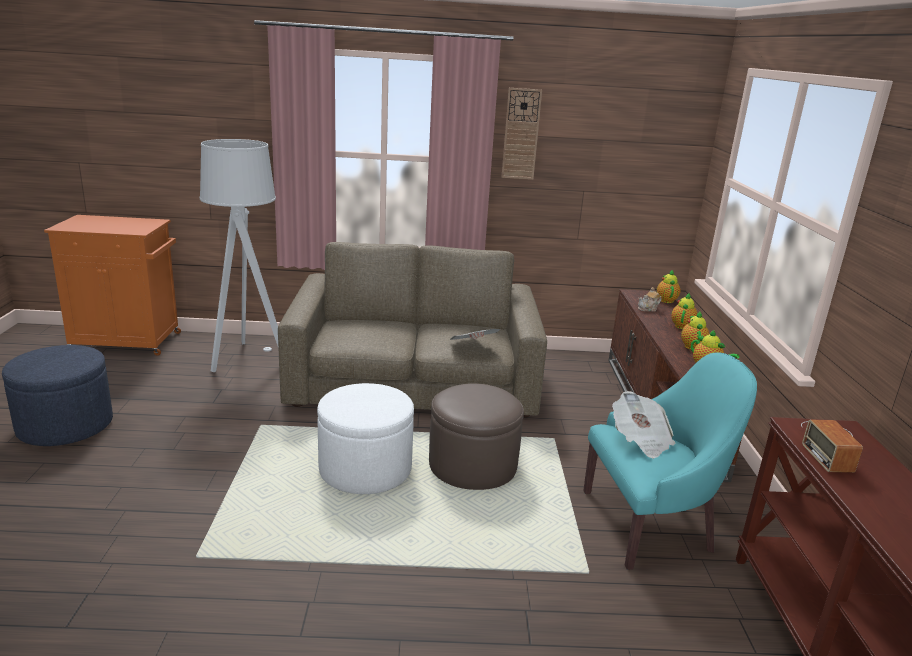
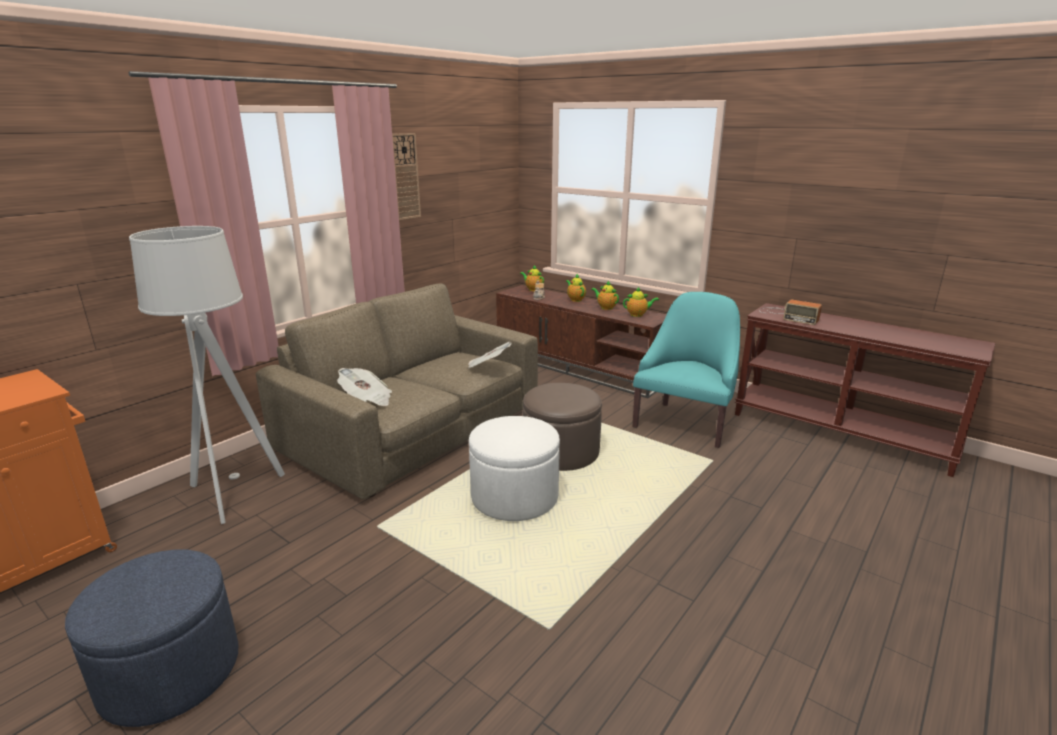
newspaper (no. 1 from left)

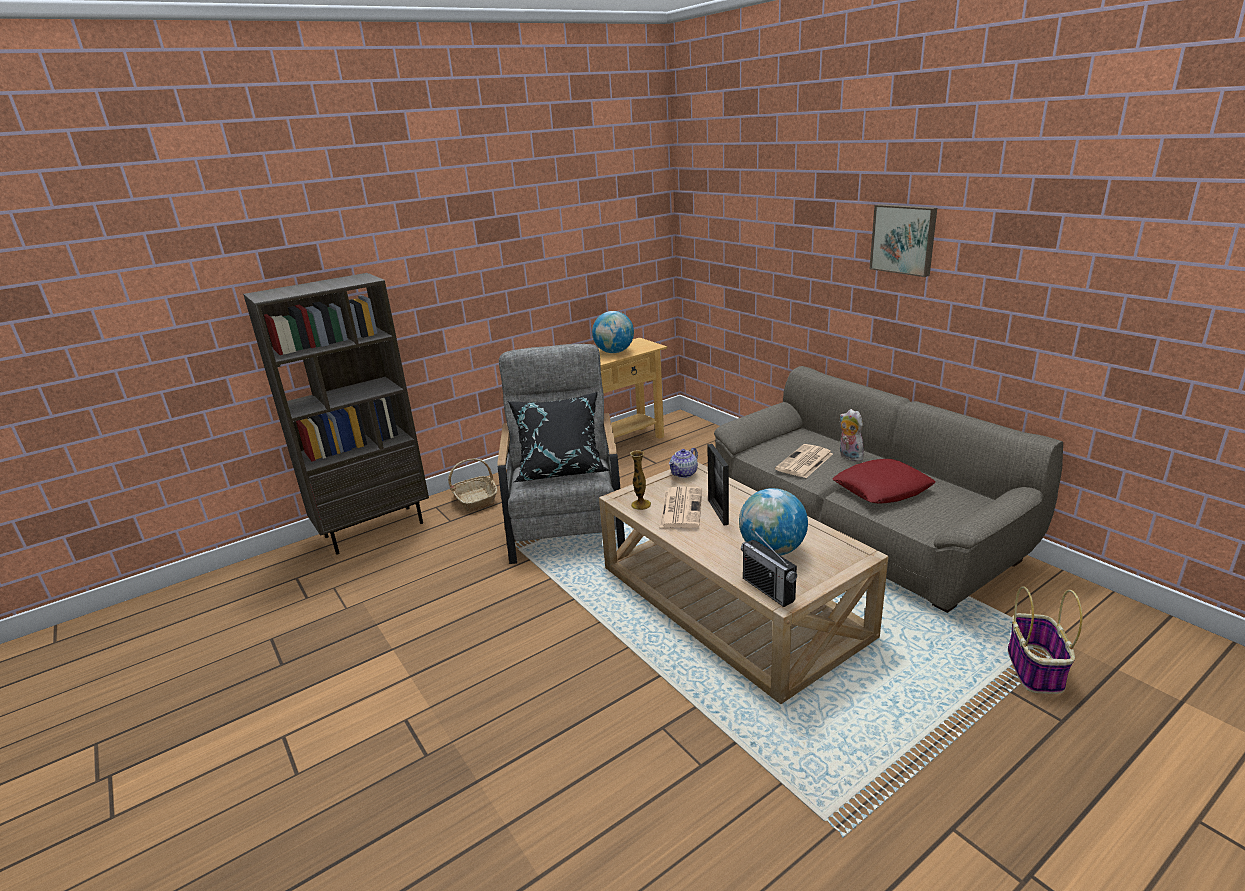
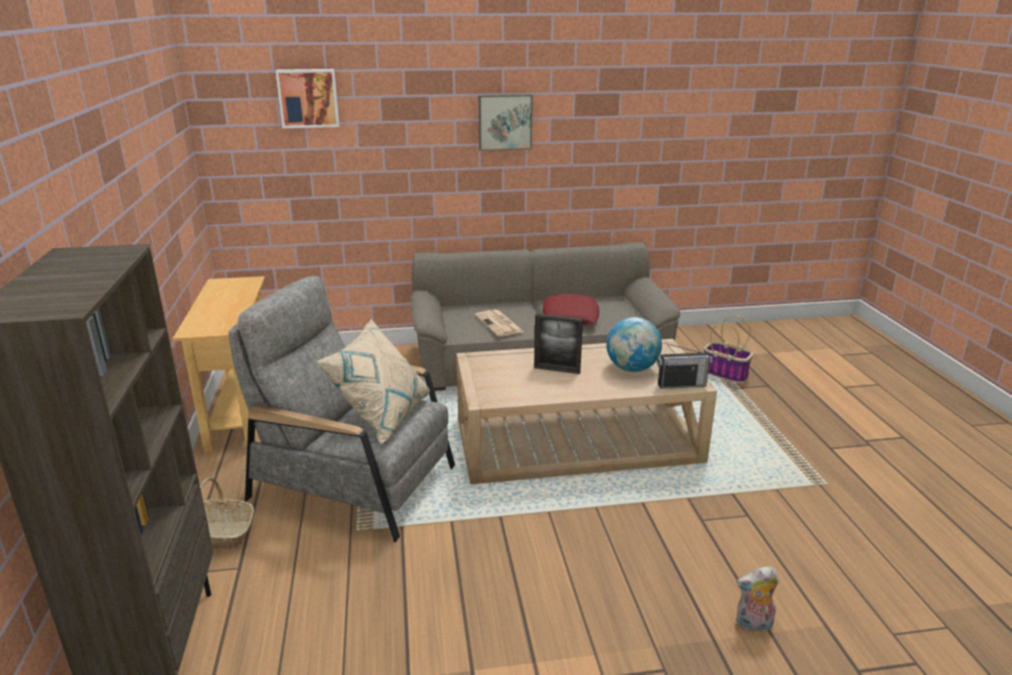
globe (no. 1 from left in the first image)
beige pillow
plush toy
teapot
vase
newspaper (no. 1 from left in the first image)
picture (no. 1 from left)

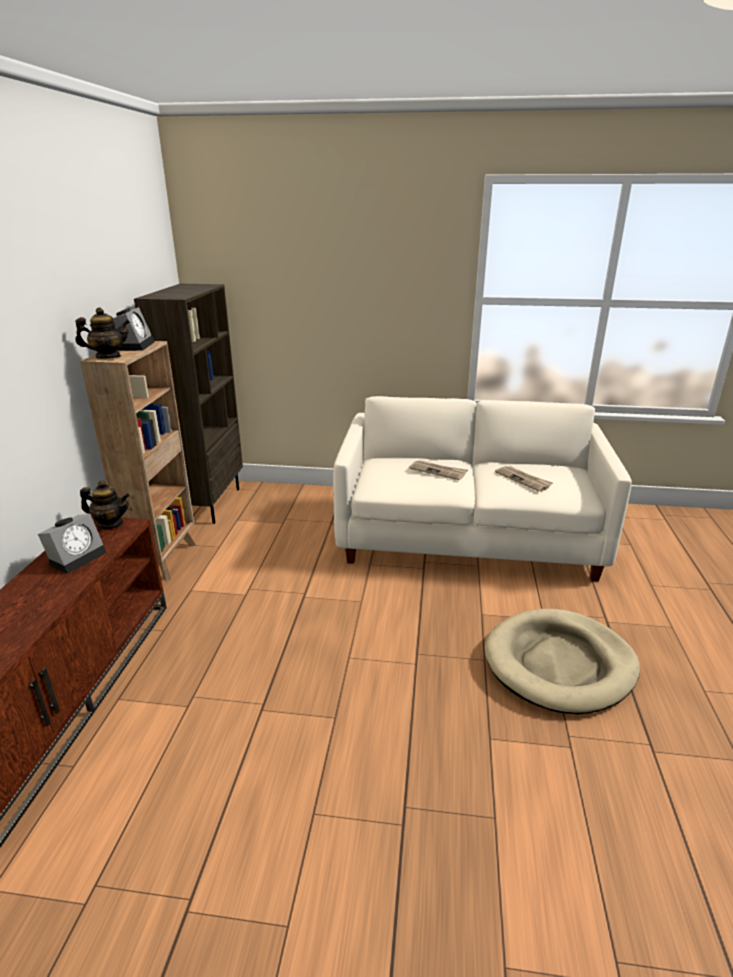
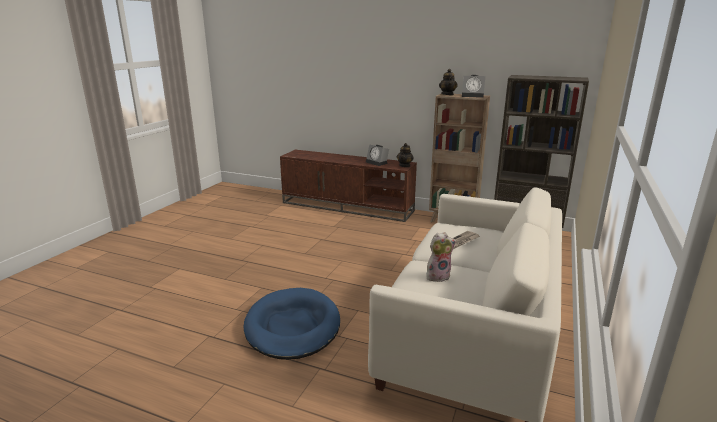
plush toy
blue dog bed

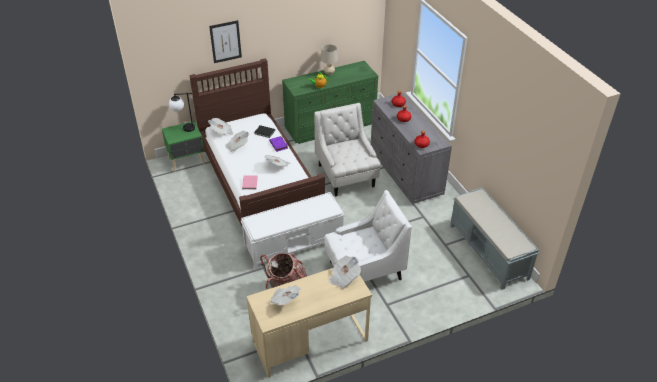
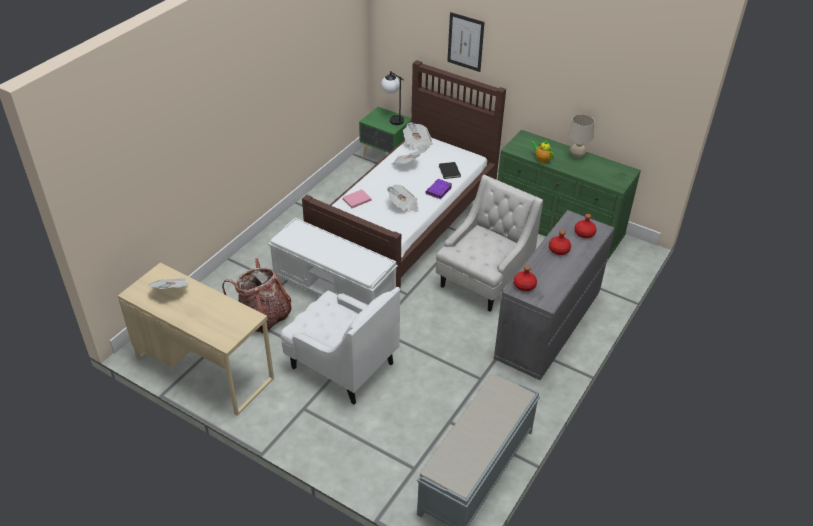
newspaper (no. 5 from left in the first image)

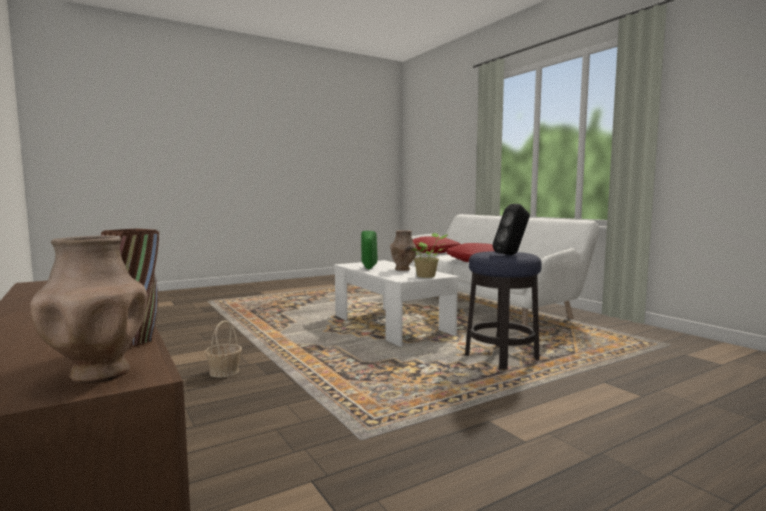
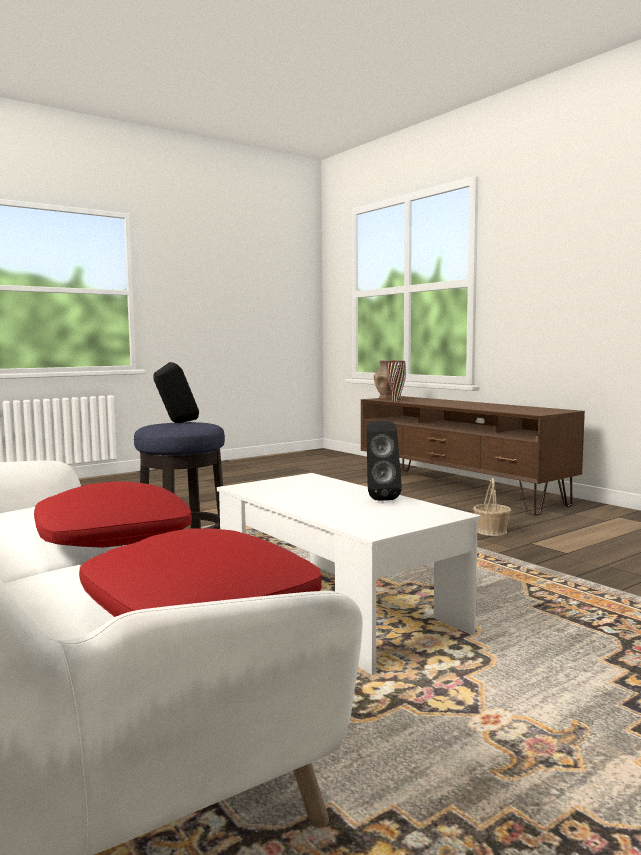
brown vase (no. 3 from left in the first image)
black speaker (no. 2 from left)
potted plant

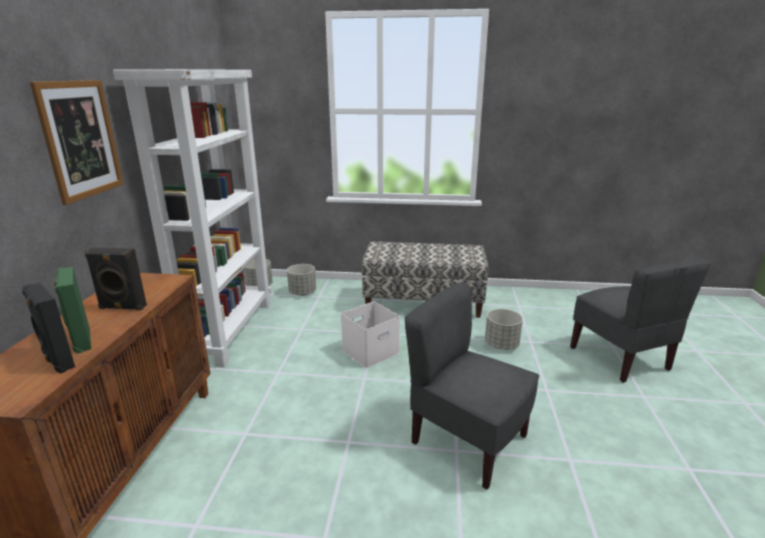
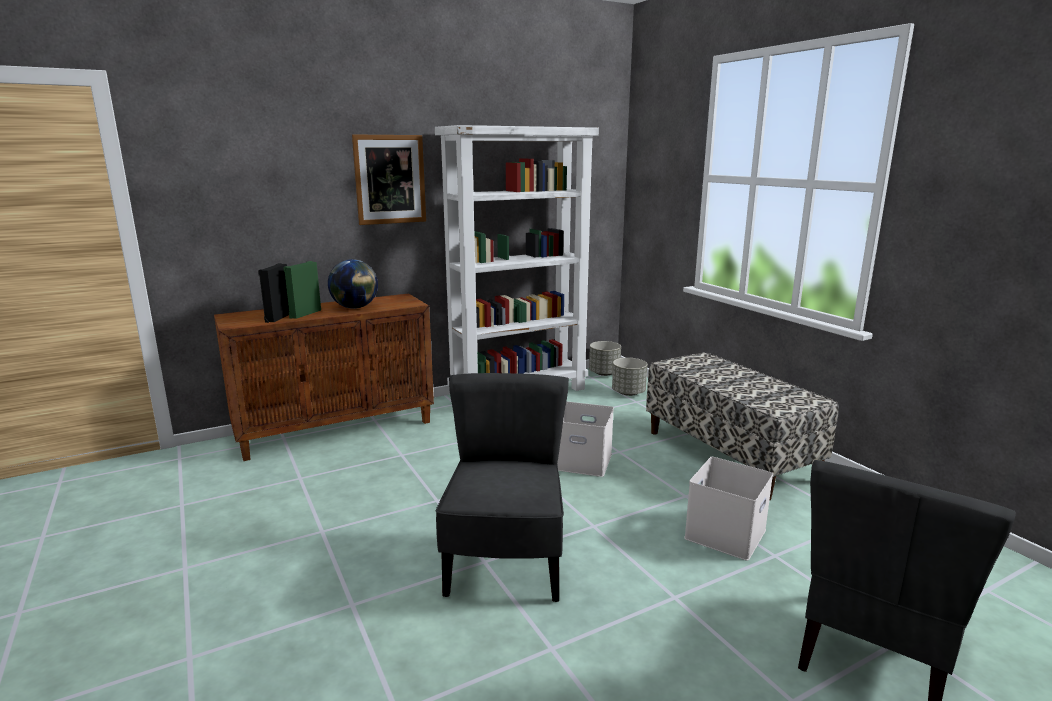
globe
white storage box (no. 2 from left)

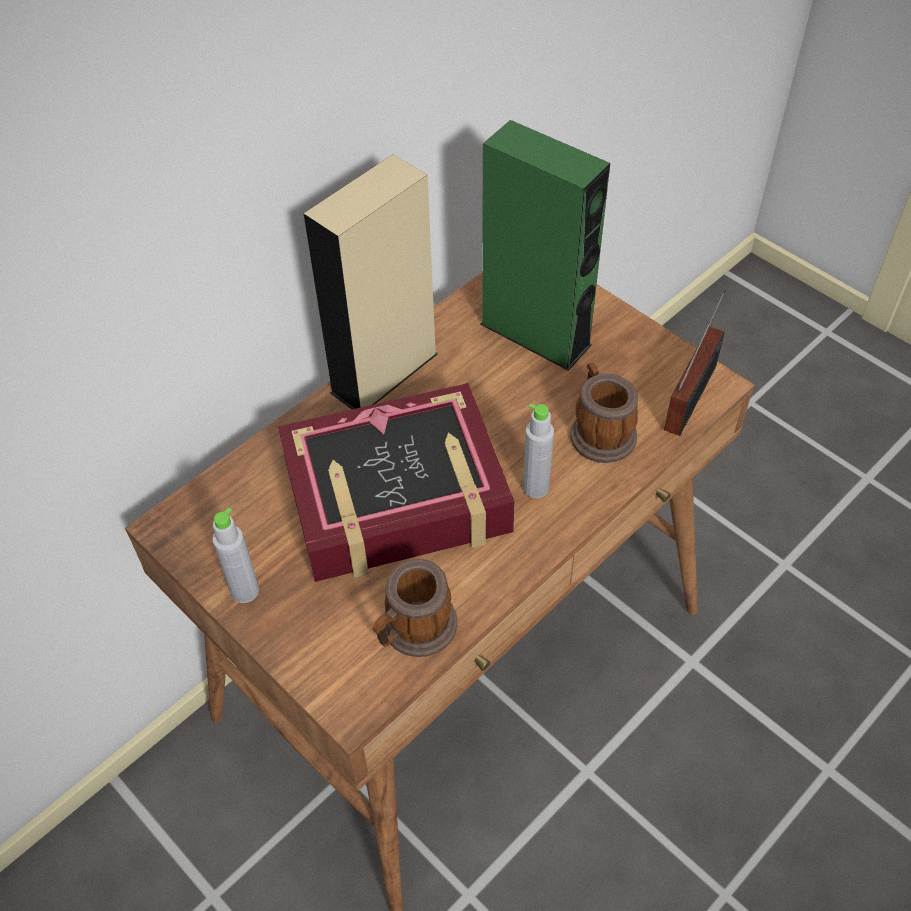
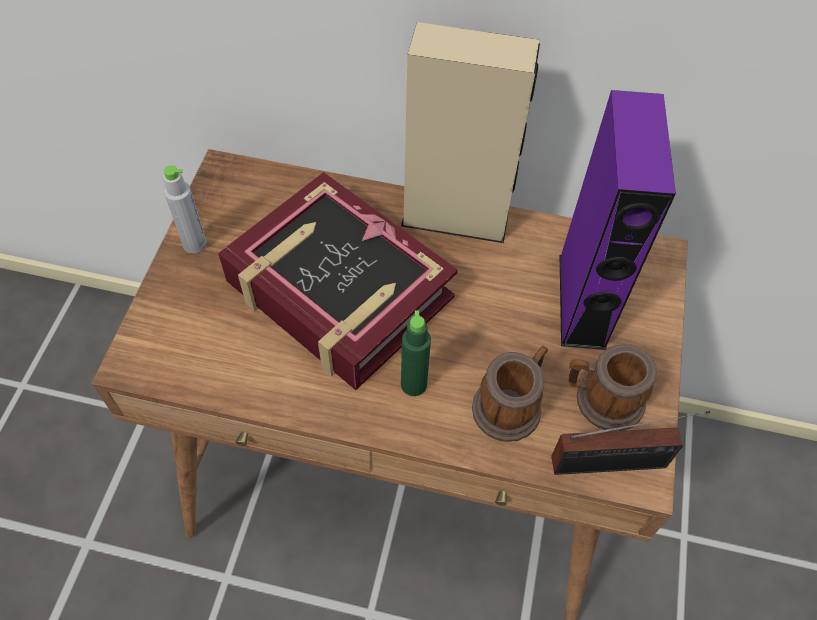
purple speaker
green bottle
mug (no. 2 from left)

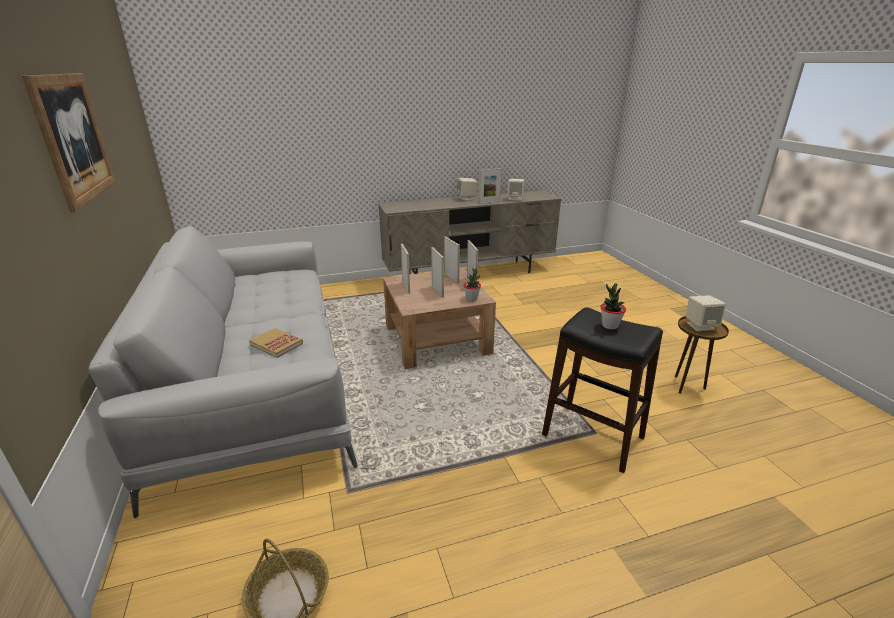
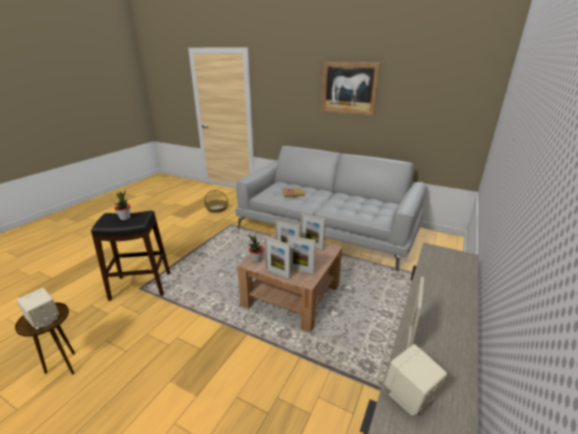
beige speaker (no. 1 from left in the first image)

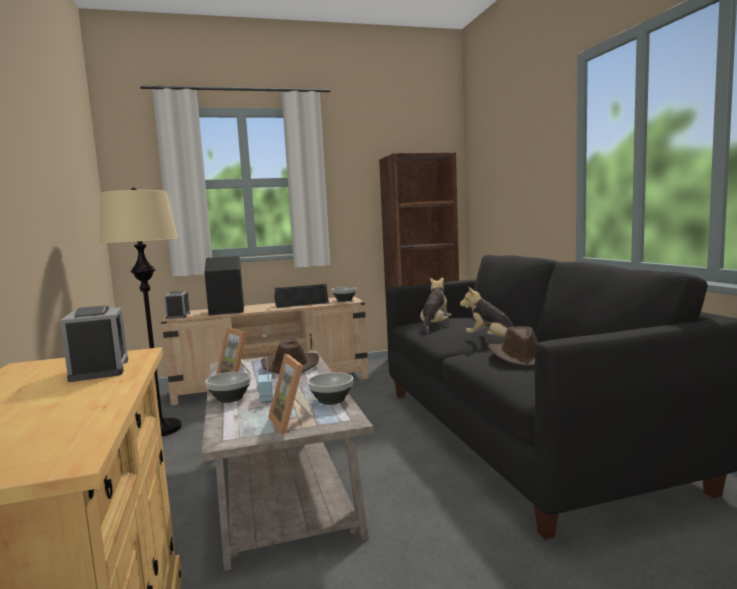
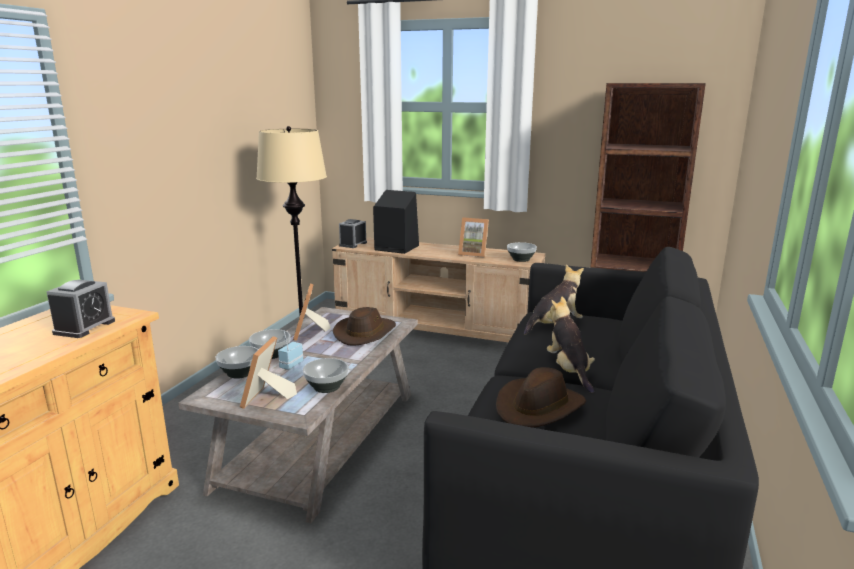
picture frame (no. 3 from left)
bowl (no. 1 from left)

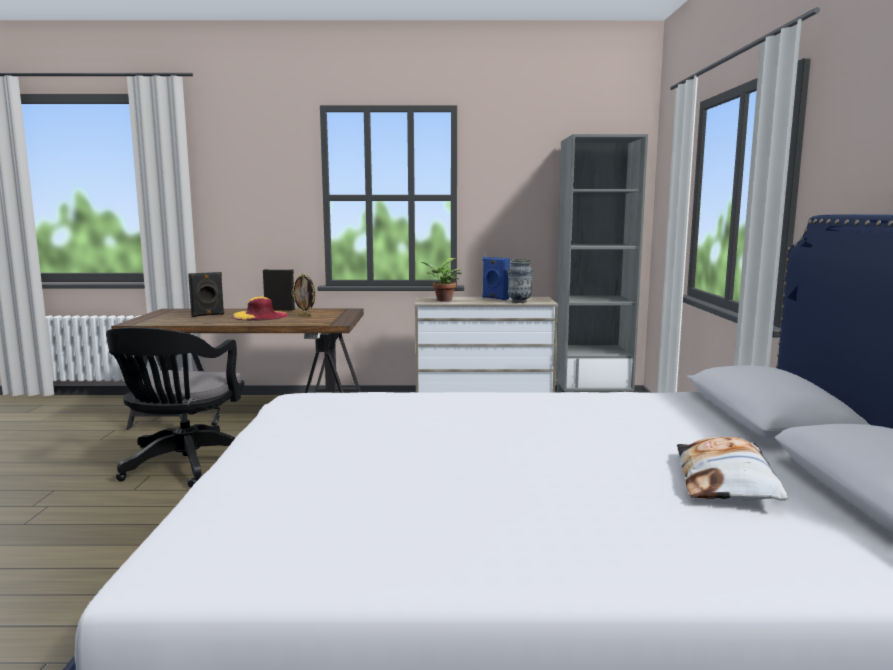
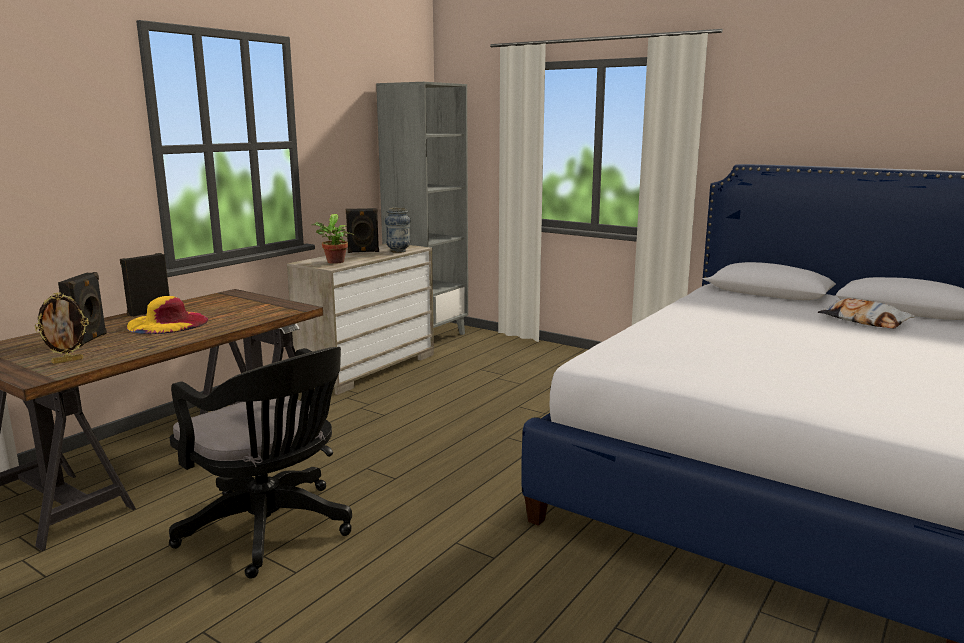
black speaker (no. 3 from left)
picture frame

